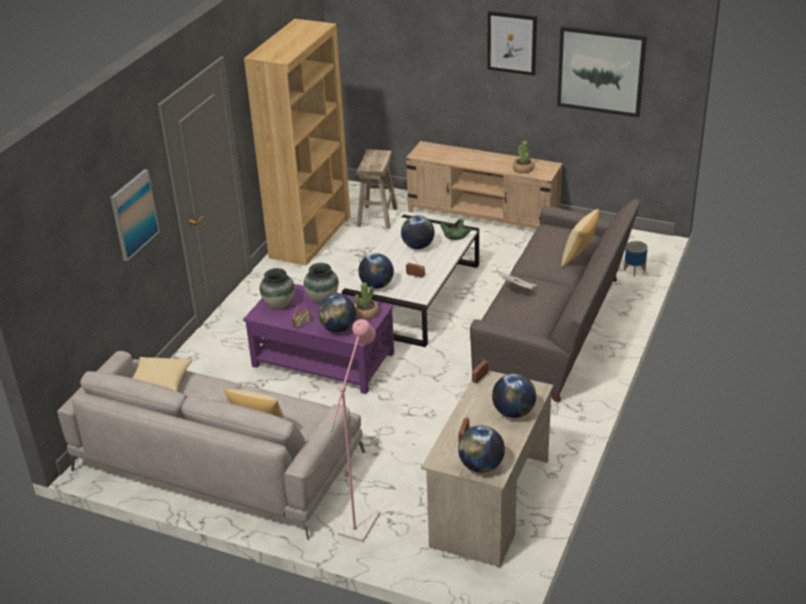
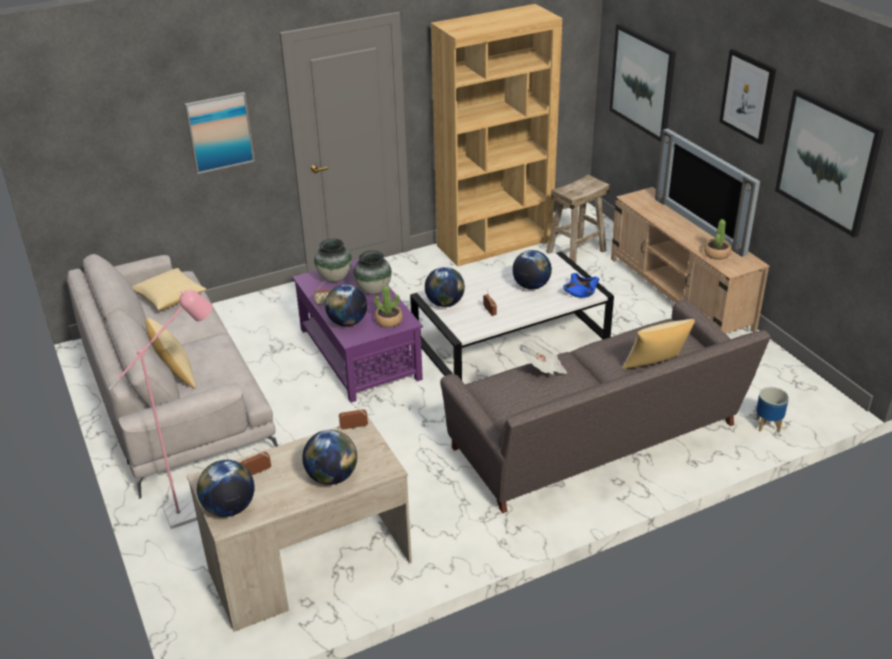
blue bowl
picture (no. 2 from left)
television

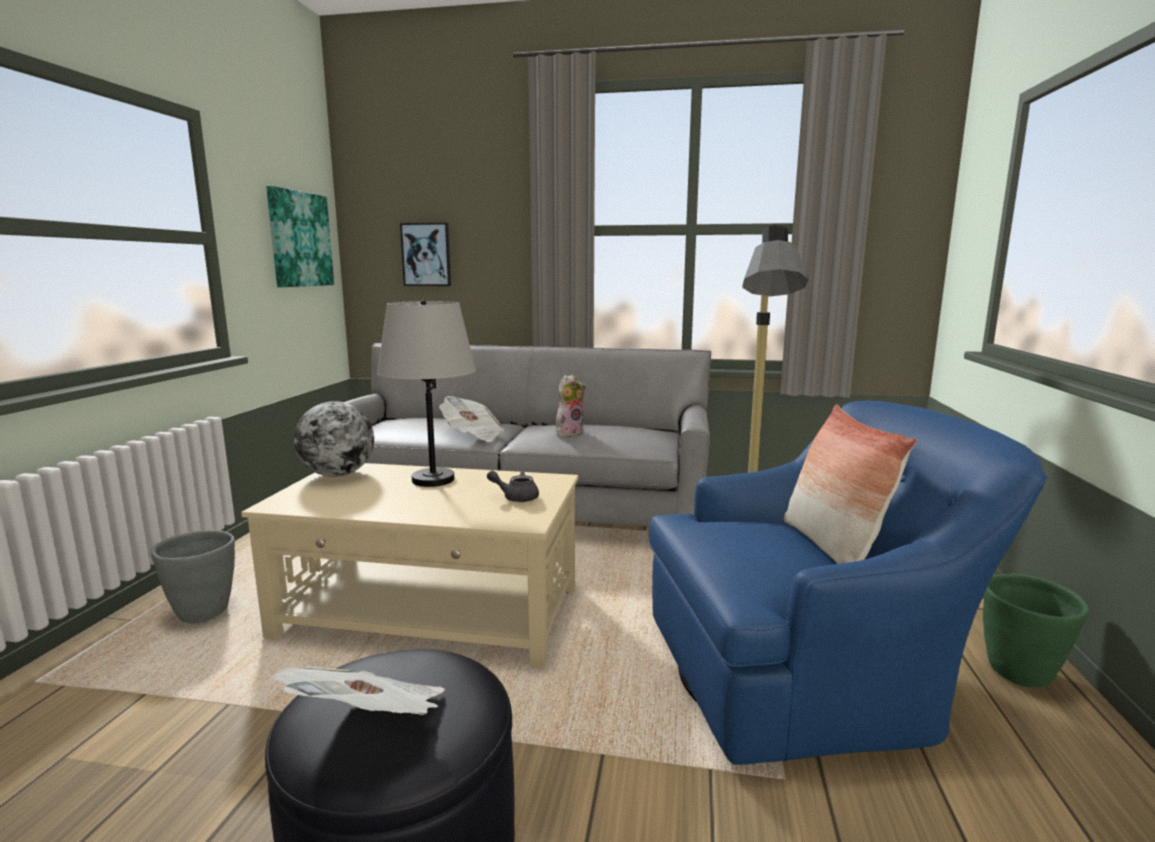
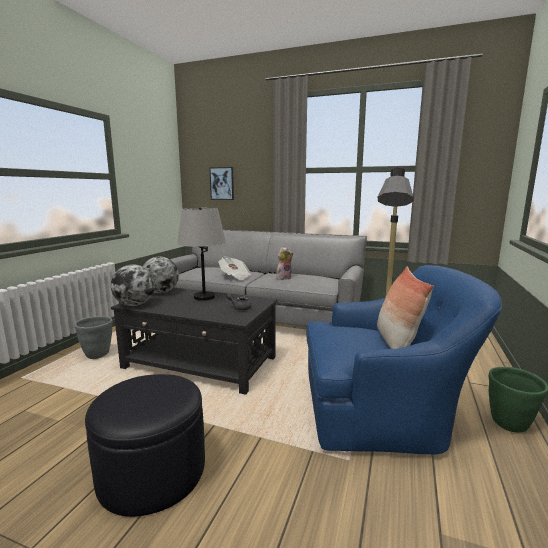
picture (no. 1 from left in the first image)
black coffee table
newspaper (no. 1 from left in the first image)
globe (no. 1 from left)

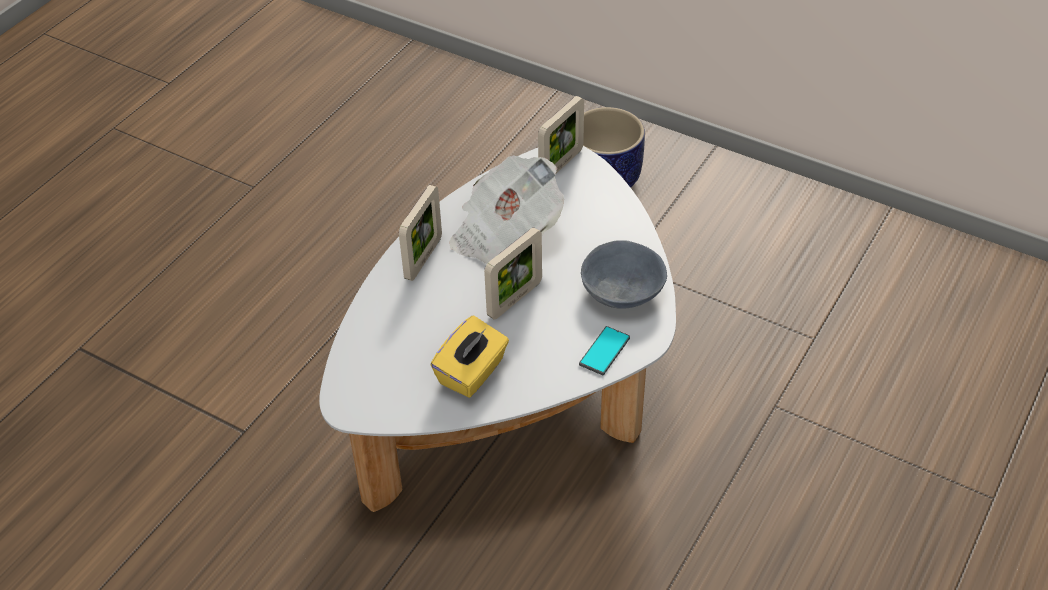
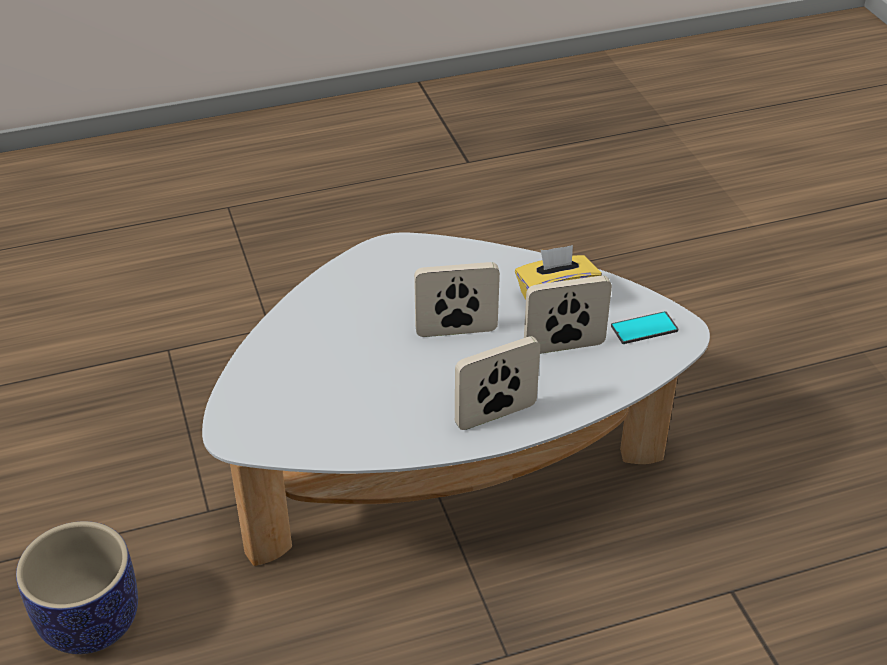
picture frame (no. 3 from left)
newspaper
grey bowl
phone

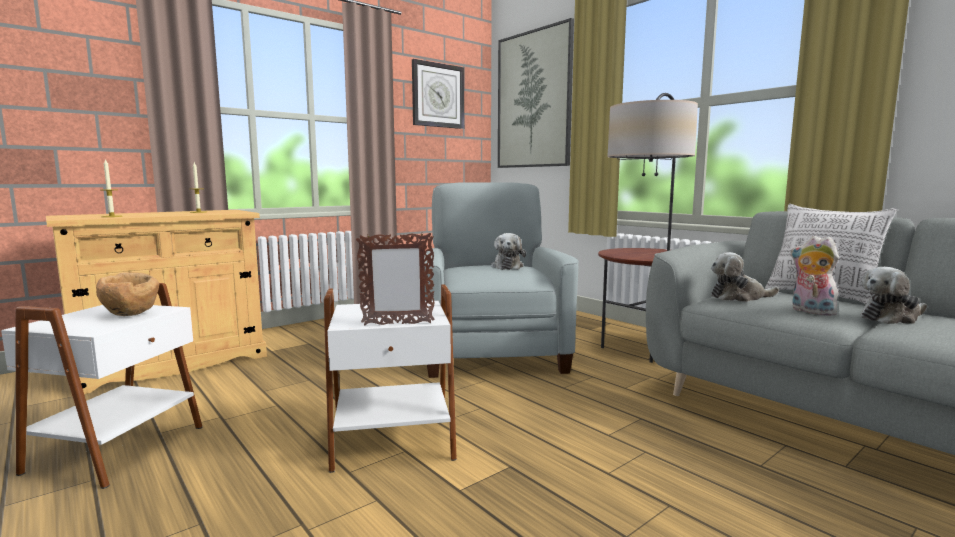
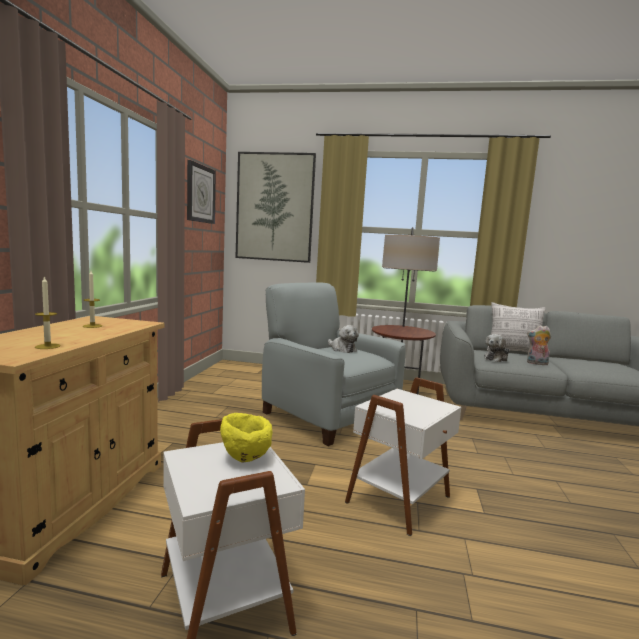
picture frame
plush toy (no. 4 from left in the first image)
yellow bowl

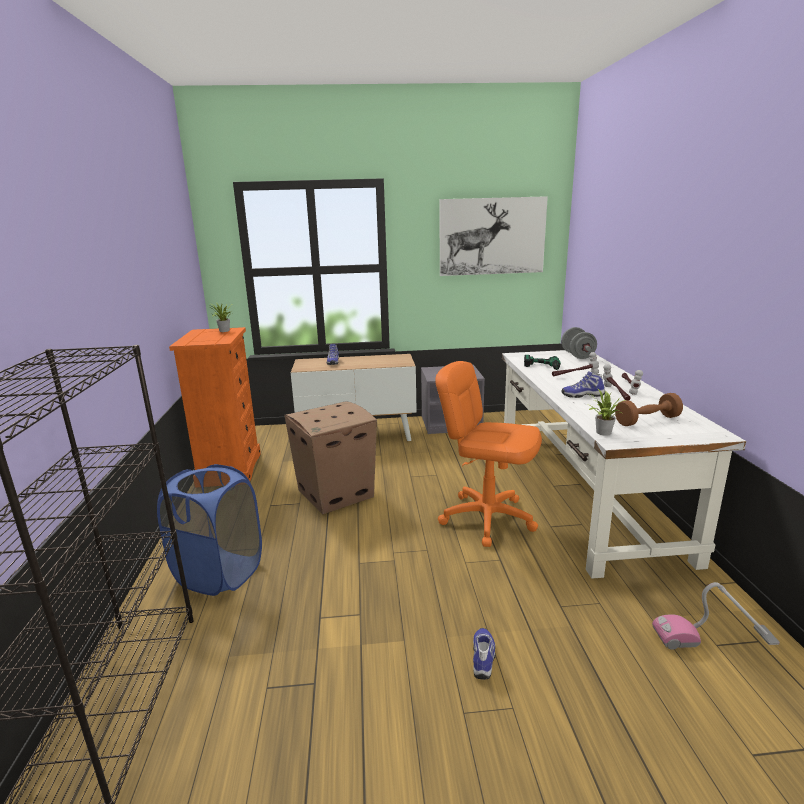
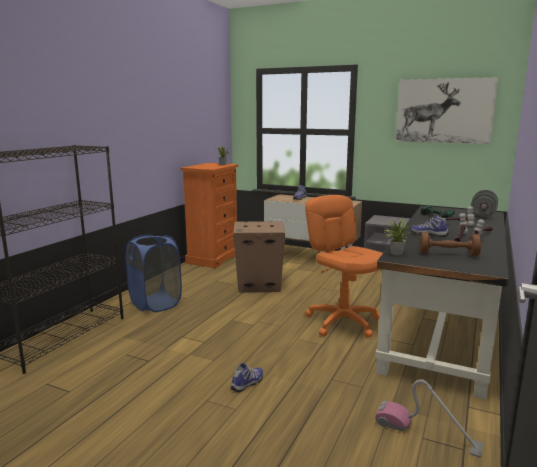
black desk

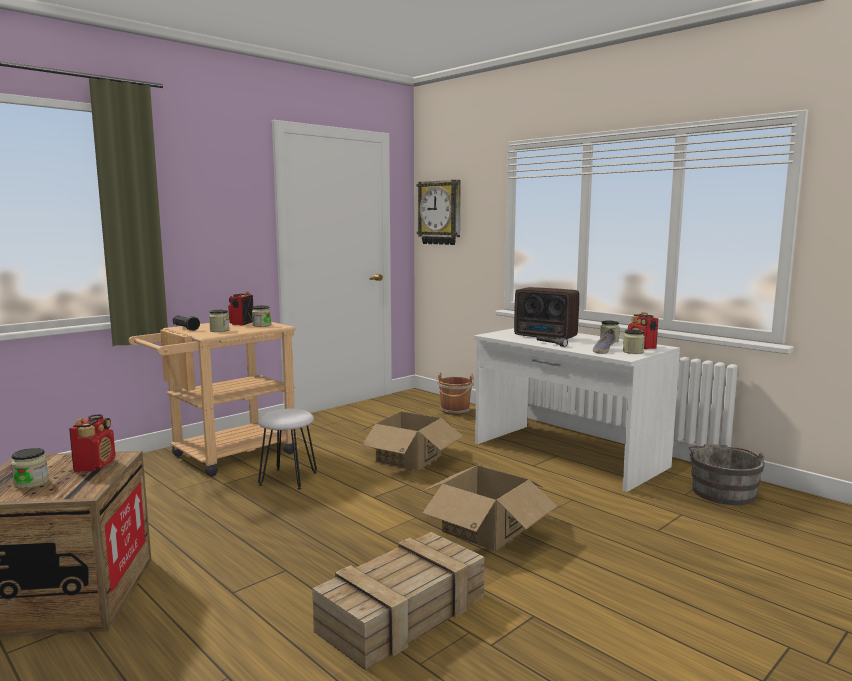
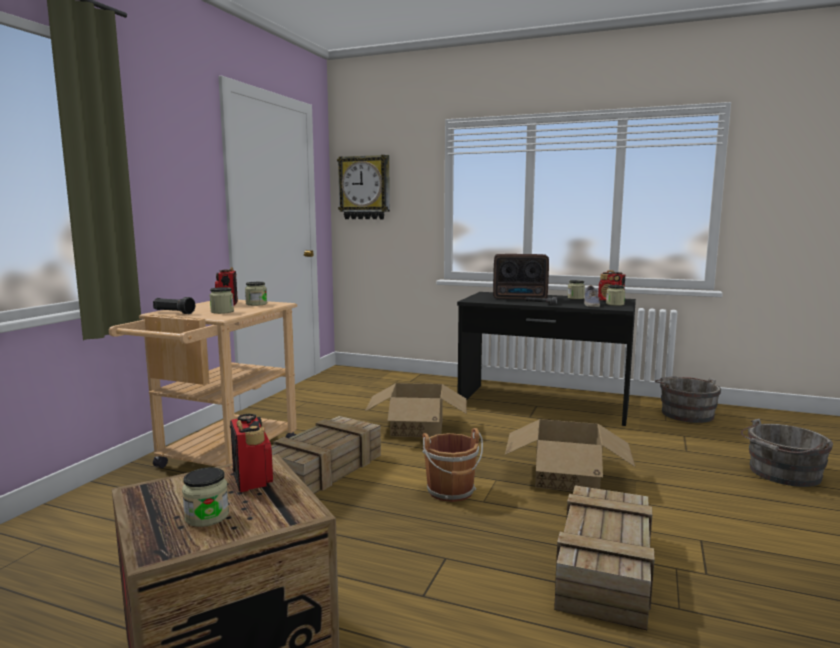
black desk
brown bucket
crate (no. 2 from left)
grey bucket (no. 2 from left)

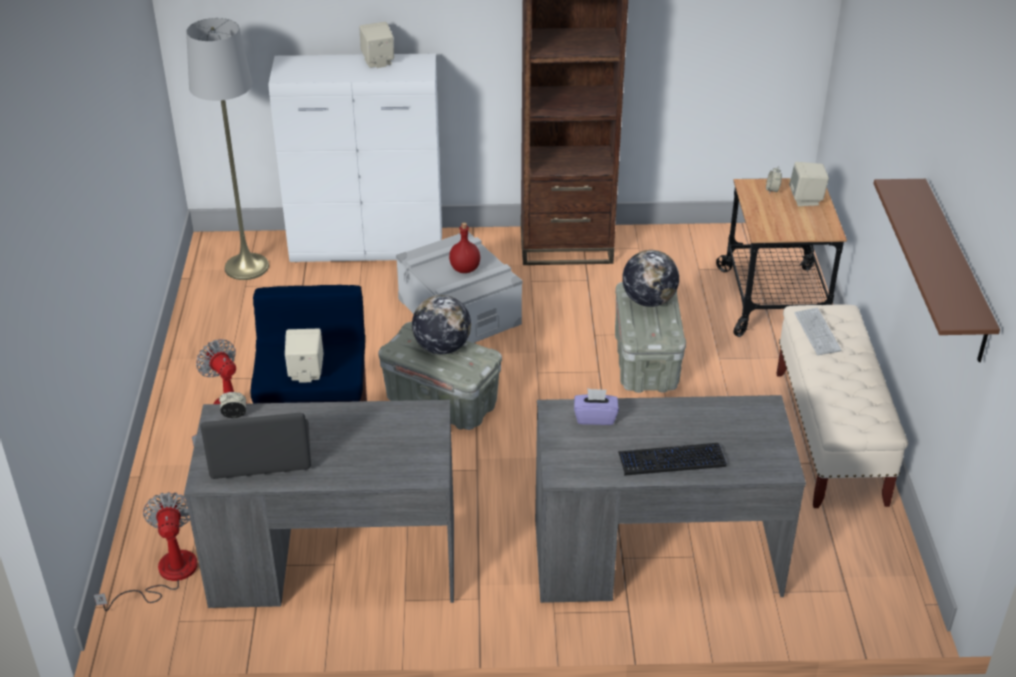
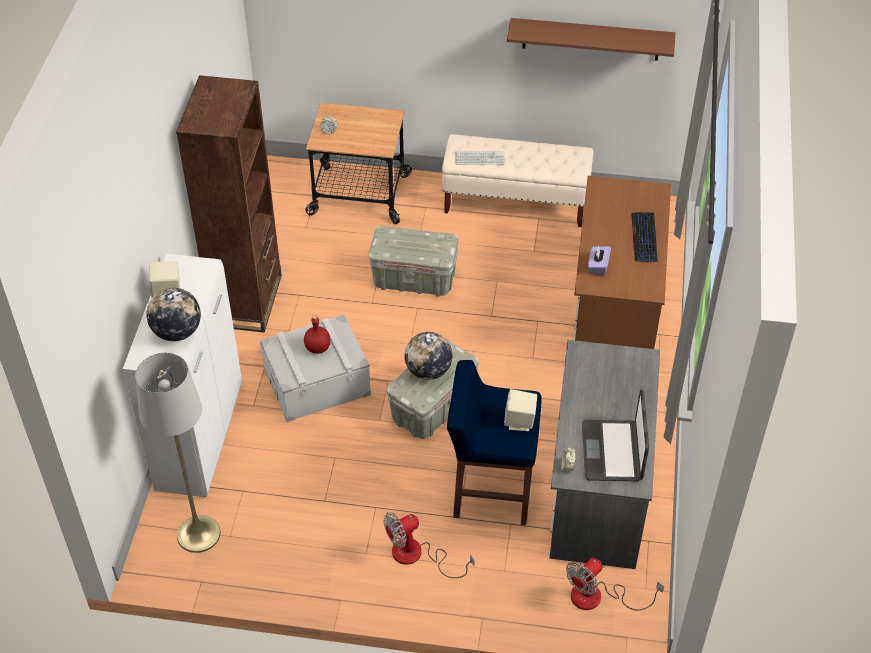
beige speaker (no. 3 from left in the first image)
globe (no. 1 from left)
brown desk
fan (no. 2 from left)

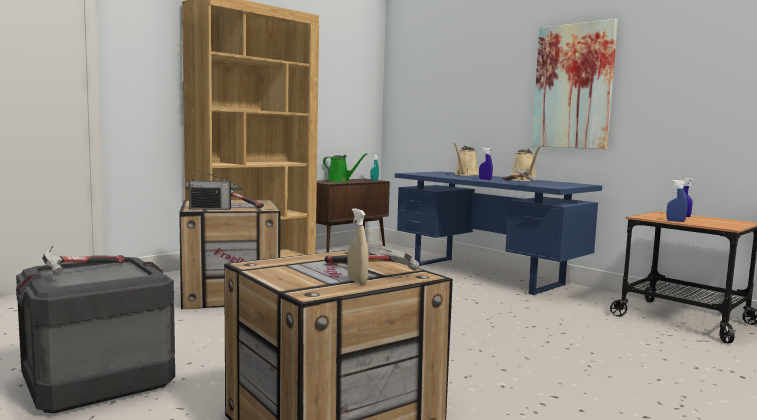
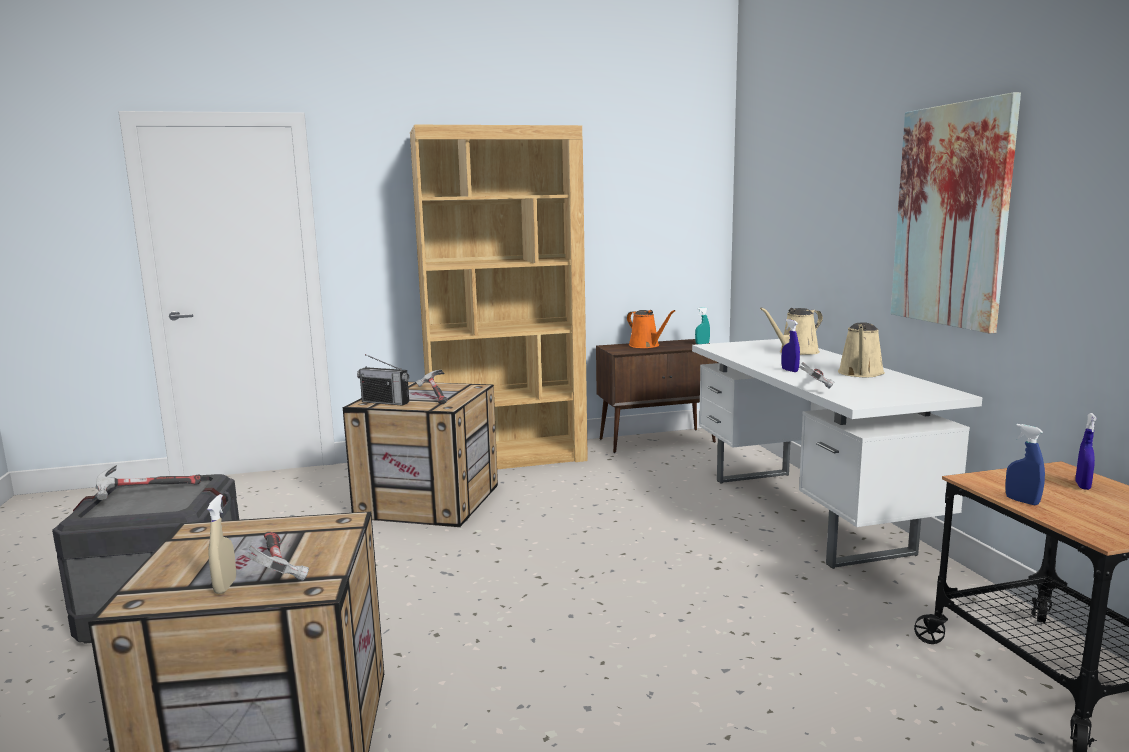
orange watering can
white desk

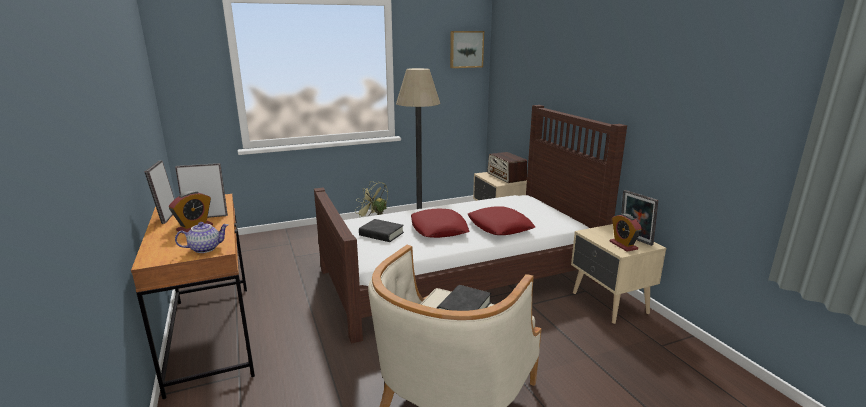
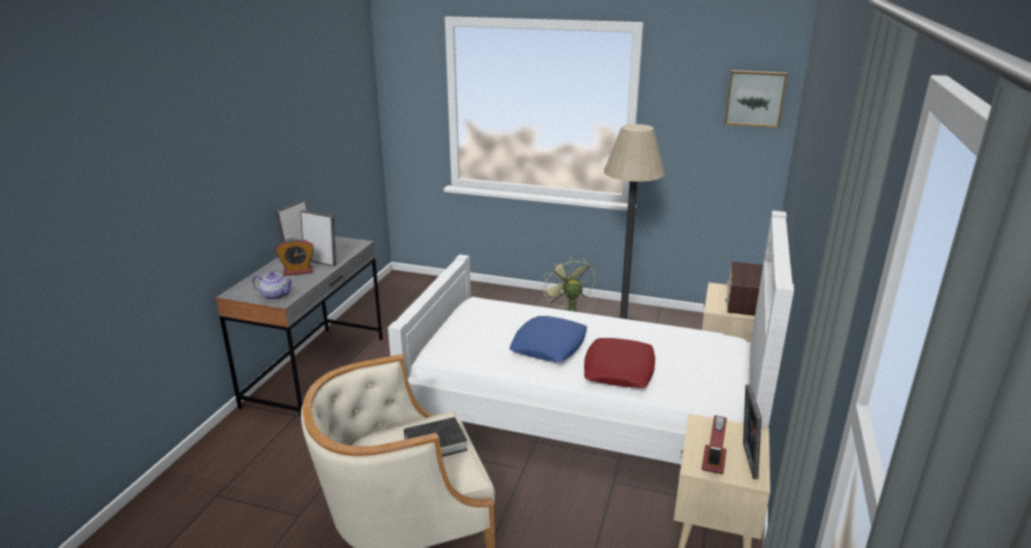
white bed
grey desk
blue pillow
black book (no. 1 from left in the first image)

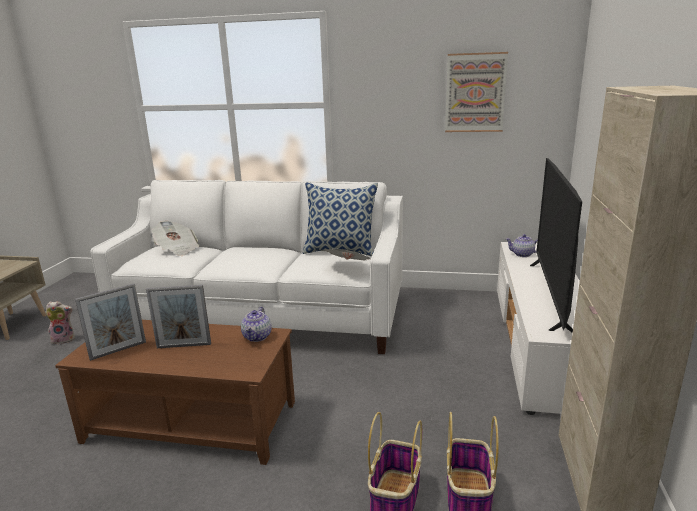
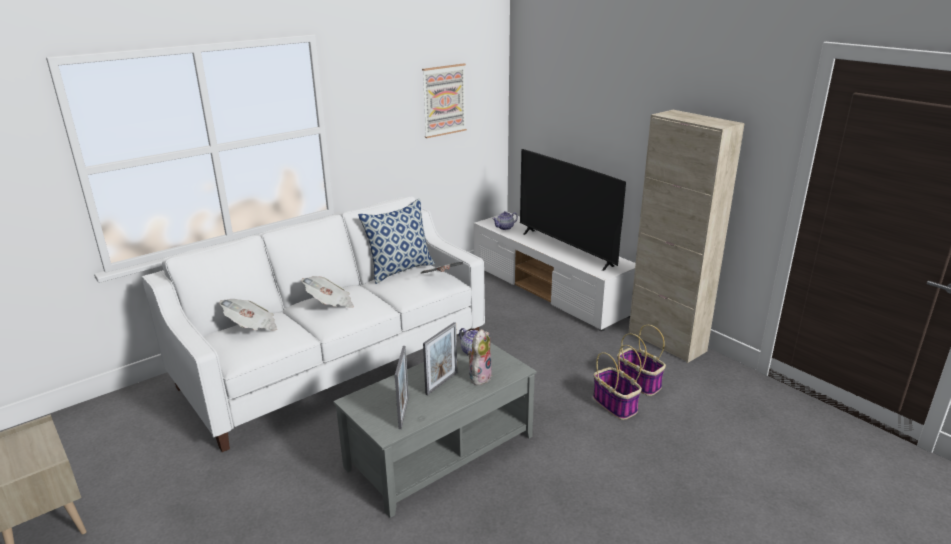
plush toy
grey coffee table
newspaper (no. 2 from left)

